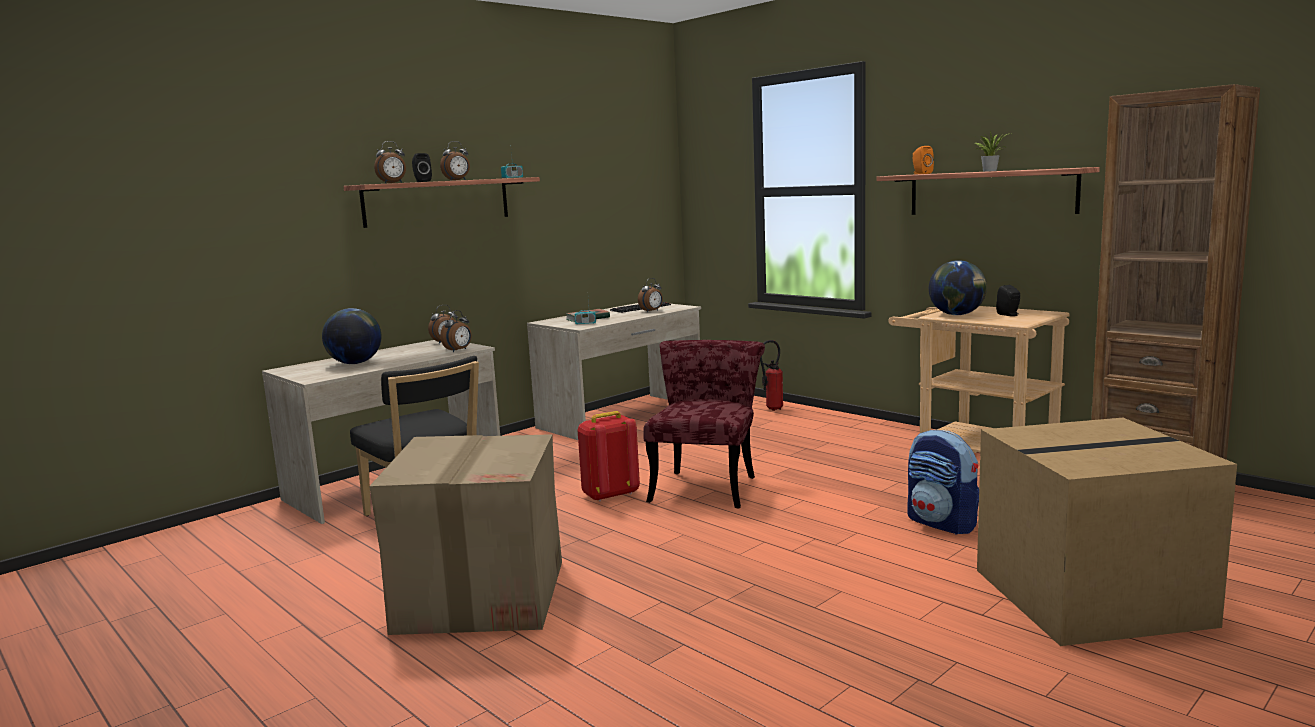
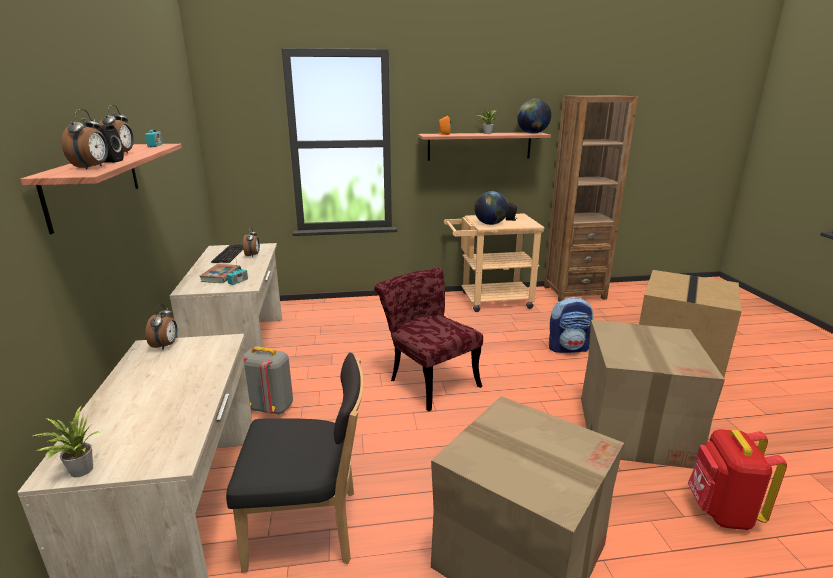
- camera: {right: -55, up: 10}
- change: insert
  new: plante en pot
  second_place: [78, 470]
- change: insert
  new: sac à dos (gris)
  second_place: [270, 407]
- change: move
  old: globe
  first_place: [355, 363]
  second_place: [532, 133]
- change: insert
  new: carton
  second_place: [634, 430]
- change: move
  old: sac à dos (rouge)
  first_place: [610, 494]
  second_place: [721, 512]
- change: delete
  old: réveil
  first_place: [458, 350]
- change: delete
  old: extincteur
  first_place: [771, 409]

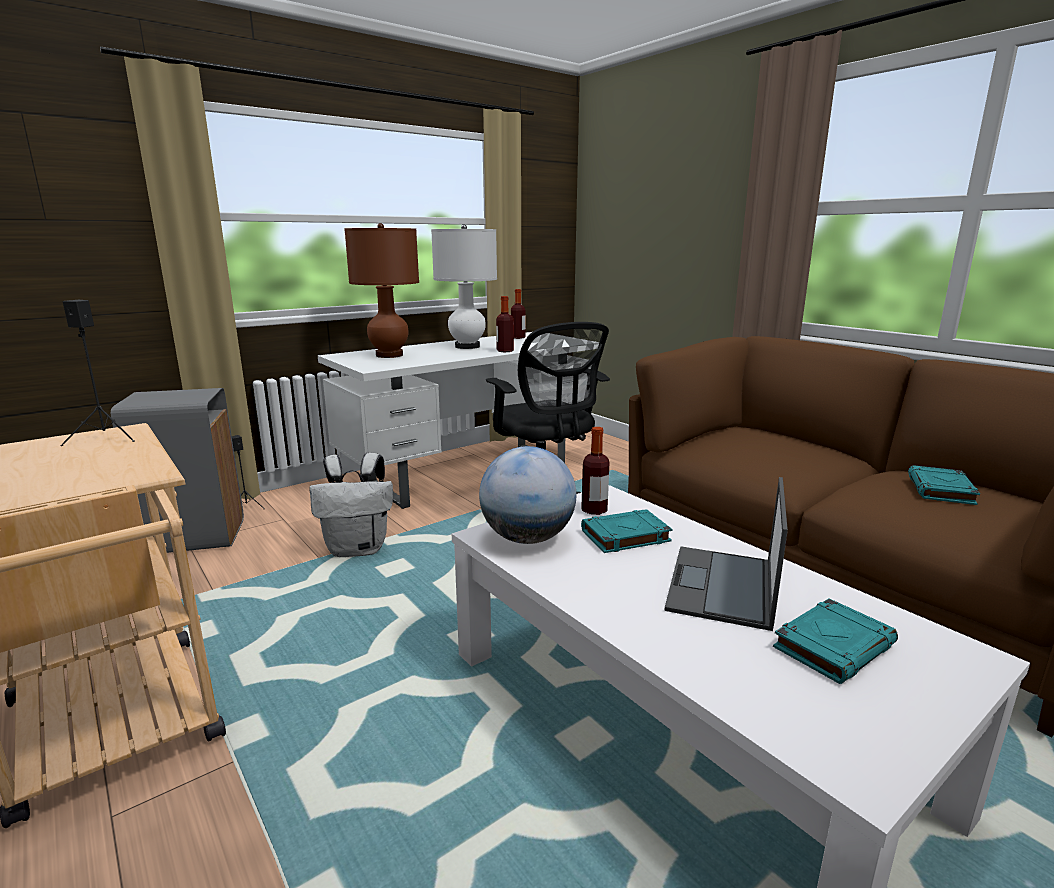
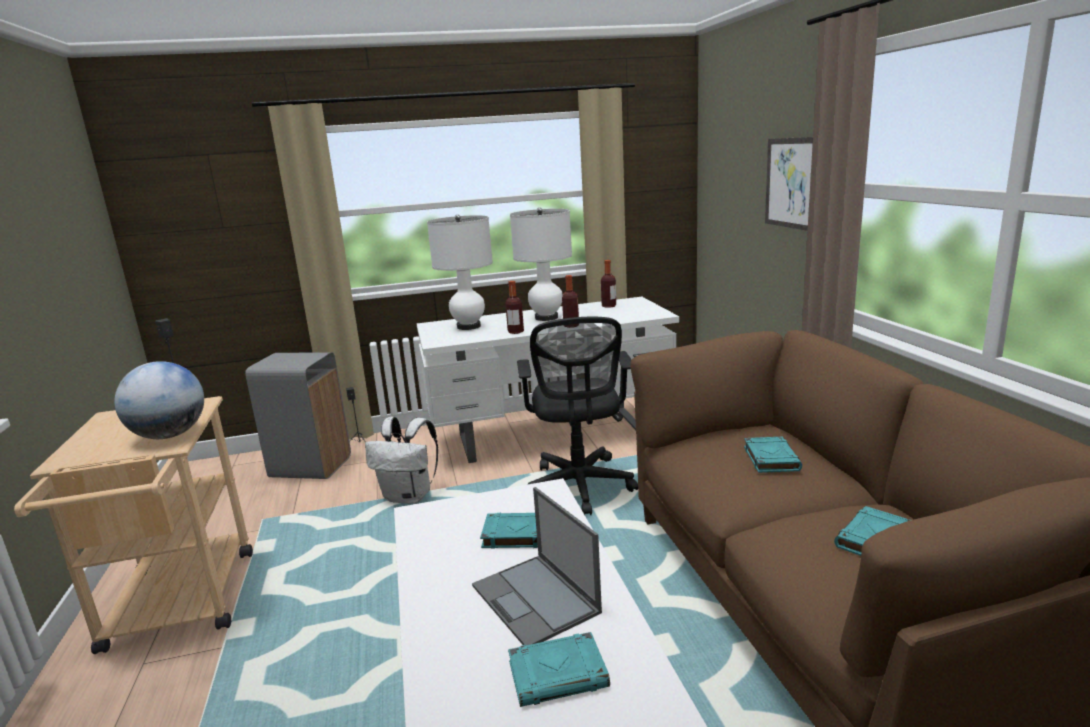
- camera: {right: 25, up: 0}
- change: move
  old: globe
  first_place: [527, 538]
  second_place: [169, 435]
- change: recolor
  old: lampe de table (marron)
  new: lampe de table (blanc)
  first_place: [389, 355]
  second_place: [469, 326]
- change: rotate
  old: ordinateur portable
  first_place: [722, 587]
  second_place: [536, 600]
  degrees: -75
- change: move
  old: bouteille
  first_place: [594, 510]
  second_place: [515, 332]
- change: insert
  new: livre (turquoise)
  second_place: [770, 458]
- change: insert
  new: tableau
  second_place: [792, 183]

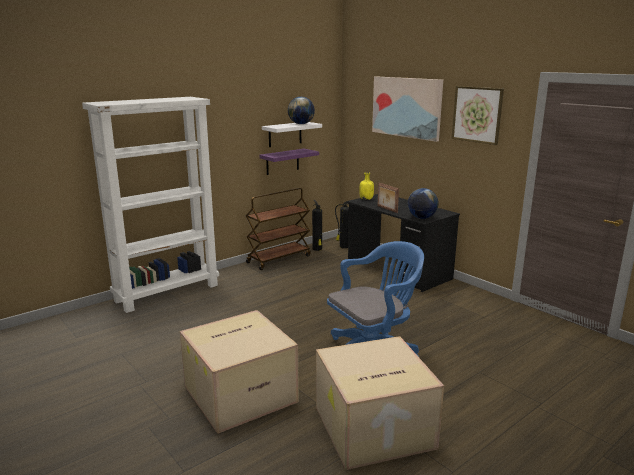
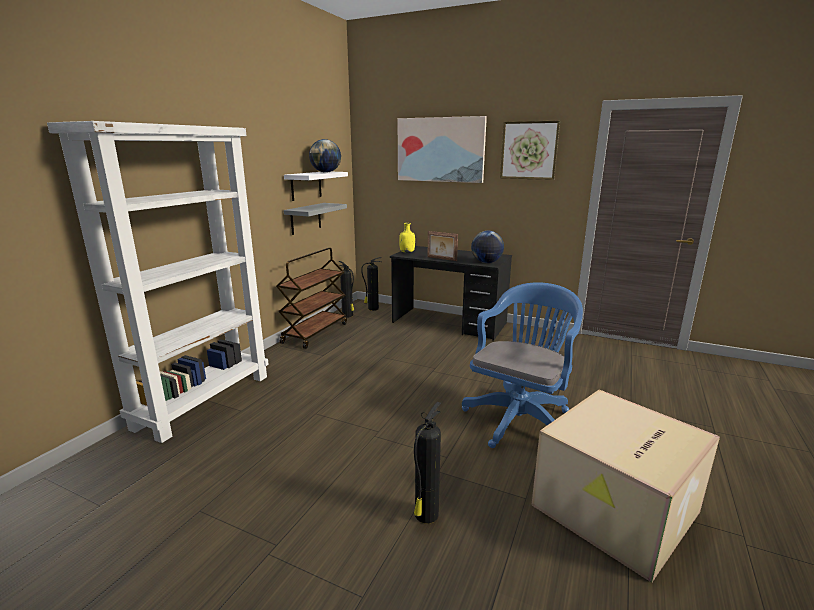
- camera: {right: -25, up: 0}
- change: recolor
  old: étagère (violet)
  new: étagère (gris)
  first_place: [282, 161]
  second_place: [305, 218]
- change: replace
  old: carton
  new: extincteur
  first_place: [241, 393]
  second_place: [425, 516]

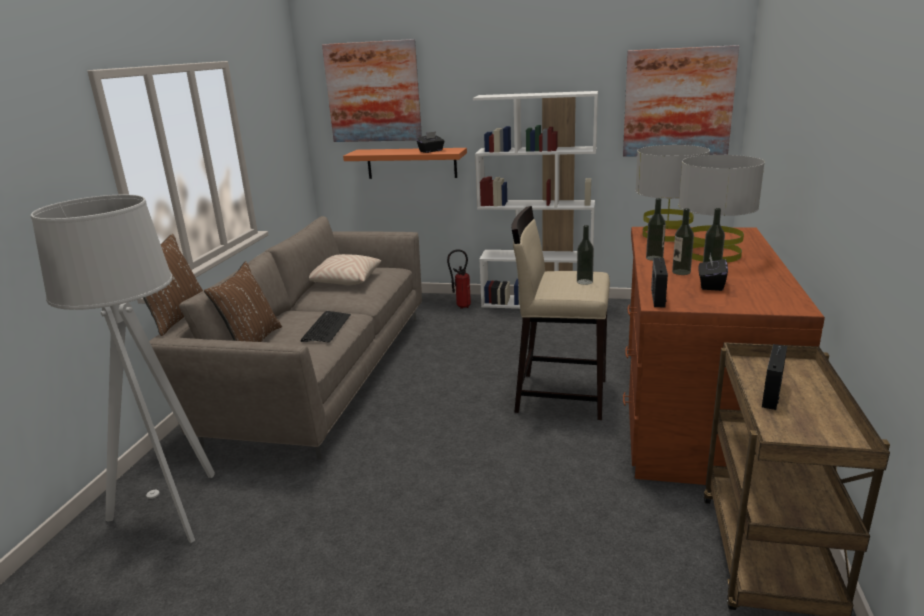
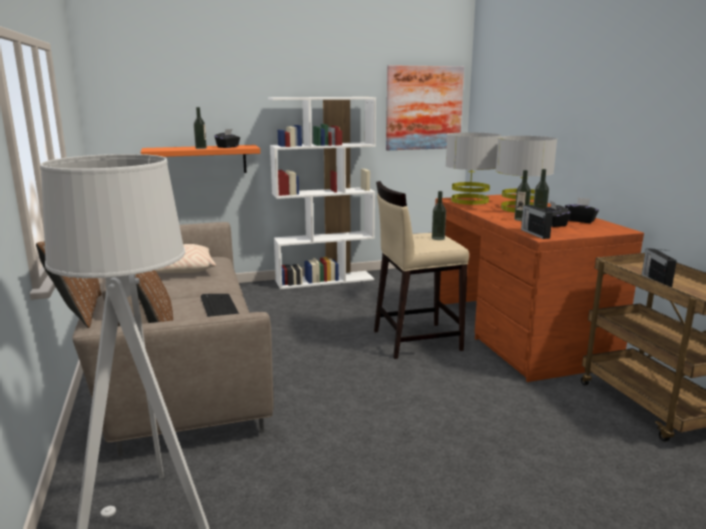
- camera: {right: -30, up: -5}
- change: move
  old: bouteille
  first_place: [654, 258]
  second_place: [201, 148]
- change: insert
  new: boîte à mouchoirs (noir)
  second_place: [580, 220]
- change: delete
  old: tableau
  first_place: [373, 92]
- change: delete
  old: extincteur
  first_place: [461, 306]

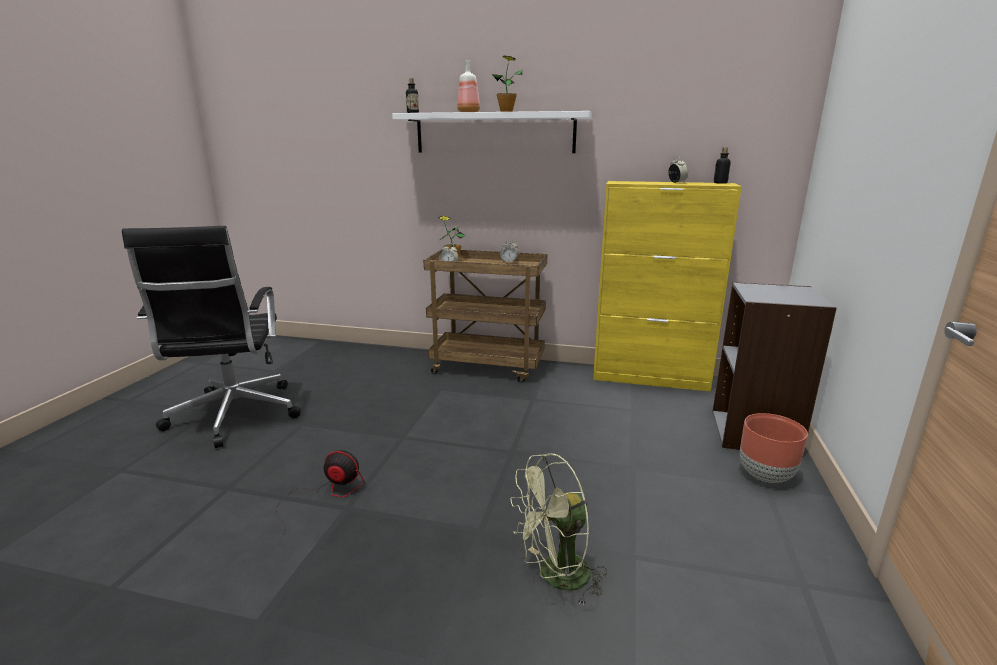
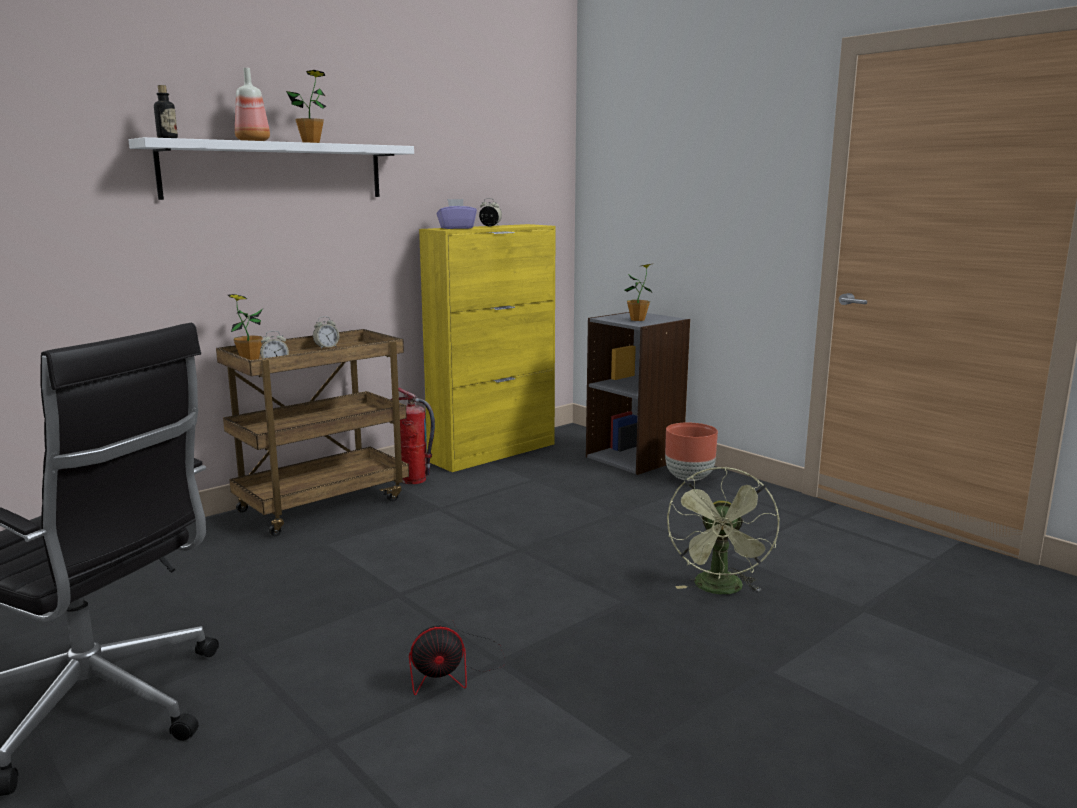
- camera: {right: -55, up: -5}
- change: insert
  new: extincteur
  second_place: [414, 480]
- change: rotate
  old: ventilateur
  first_place: [325, 495]
  second_place: [454, 670]
  degrees: -150
- change: insert
  new: boîte à mouchoirs (violet)
  second_place: [456, 228]
- change: insert
  new: plante en pot
  second_place: [637, 319]
- change: delete
  old: bouteille
  first_place: [720, 183]

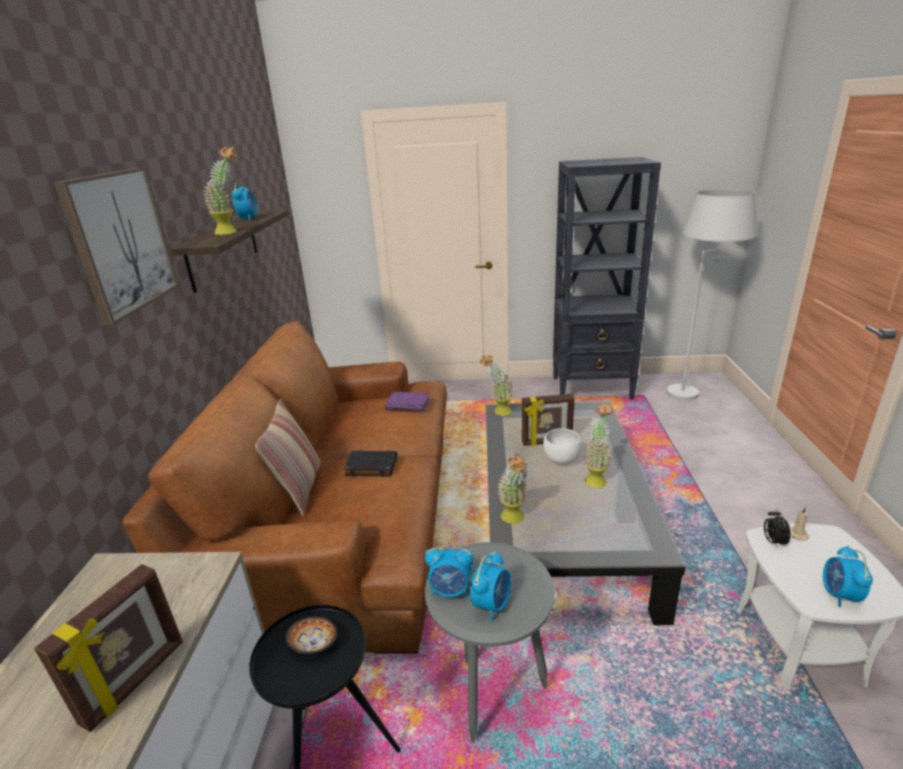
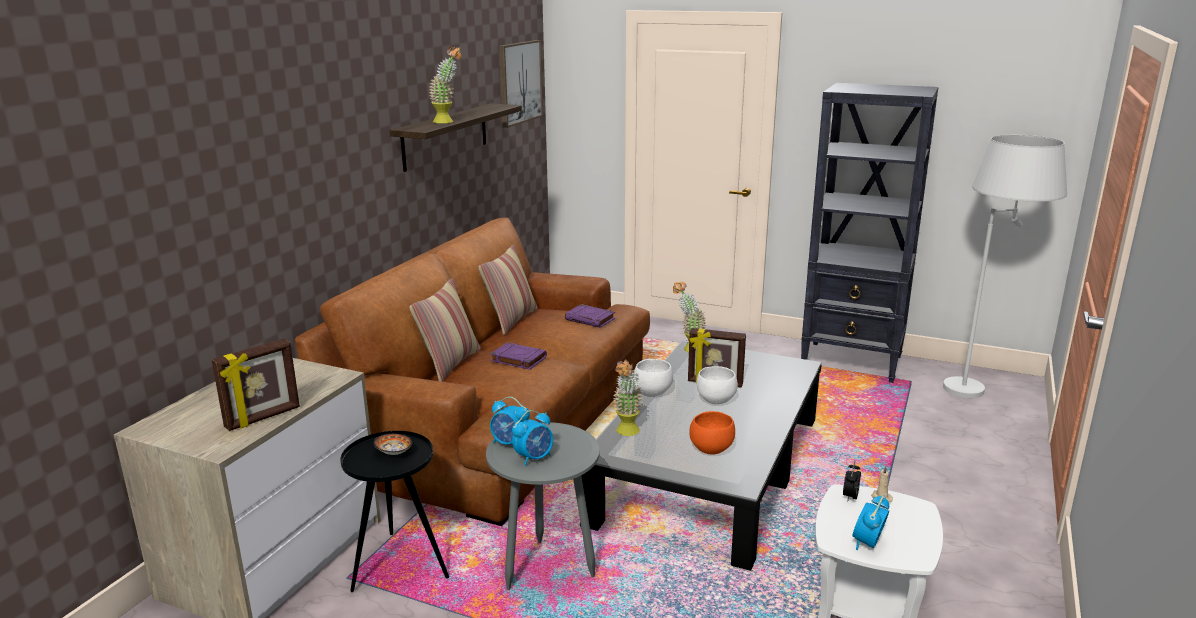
- camera: {right: 20, up: -5}
- change: insert
  new: coussin
  second_place: [511, 320]
- change: recolor
  old: livre (noir)
  new: livre (violet)
  first_place: [370, 466]
  second_place: [518, 359]
- change: move
  old: tableau
  first_place: [121, 242]
  second_place: [519, 82]
- change: insert
  new: bol (blanc)
  second_place: [651, 392]
- change: insert
  new: bol (orange)
  second_place: [710, 449]
- change: delete
  old: réveil
  first_place: [248, 219]
- change: delete
  old: plante en pot
  first_place: [596, 478]

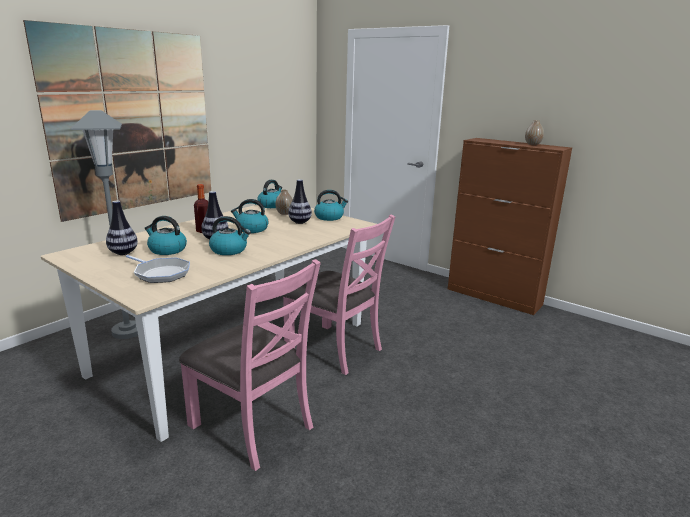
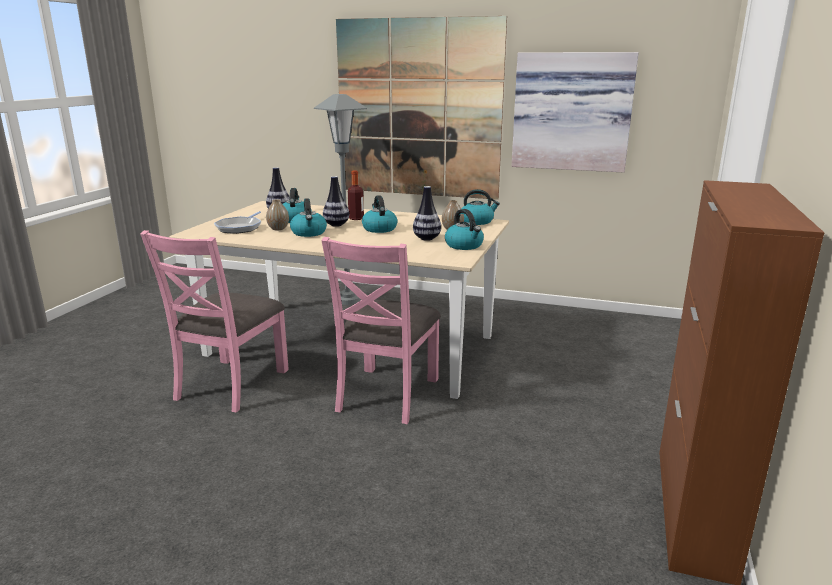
- camera: {right: 70, up: 0}
- change: move
  old: vase
  first_place: [532, 144]
  second_place: [278, 229]
- change: insert
  new: tableau
  second_place: [572, 112]

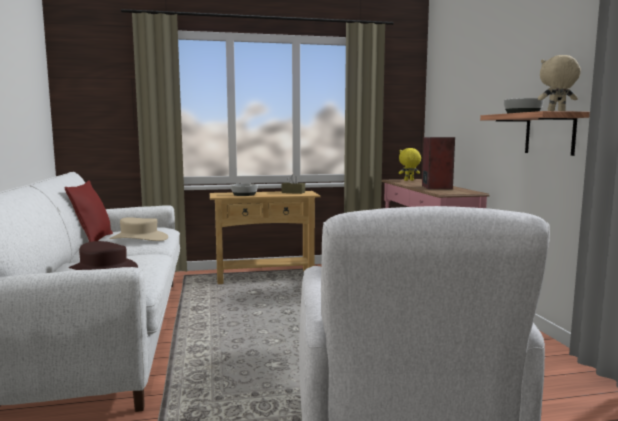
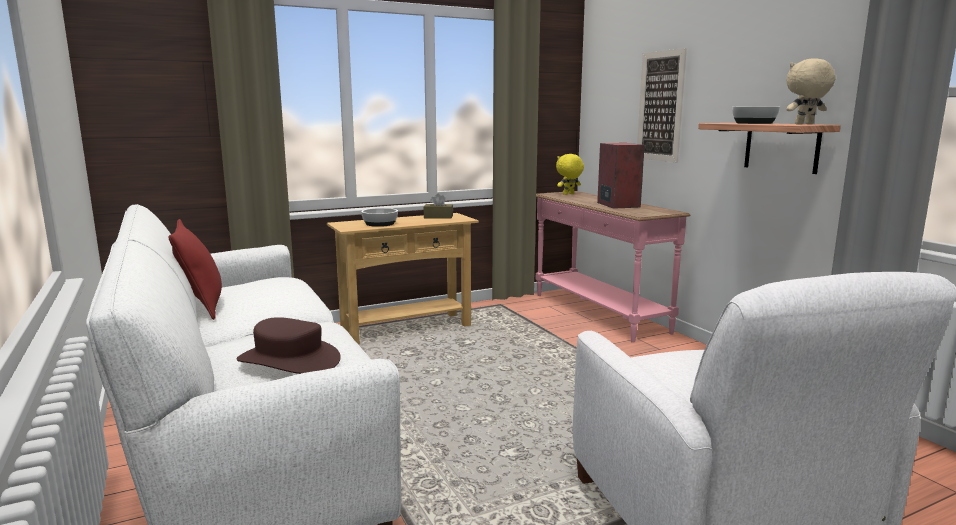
- camera: {right: -15, up: 5}
- change: insert
  new: tableau
  second_place: [660, 106]
- change: delete
  old: chapeau (beige)
  first_place: [139, 238]

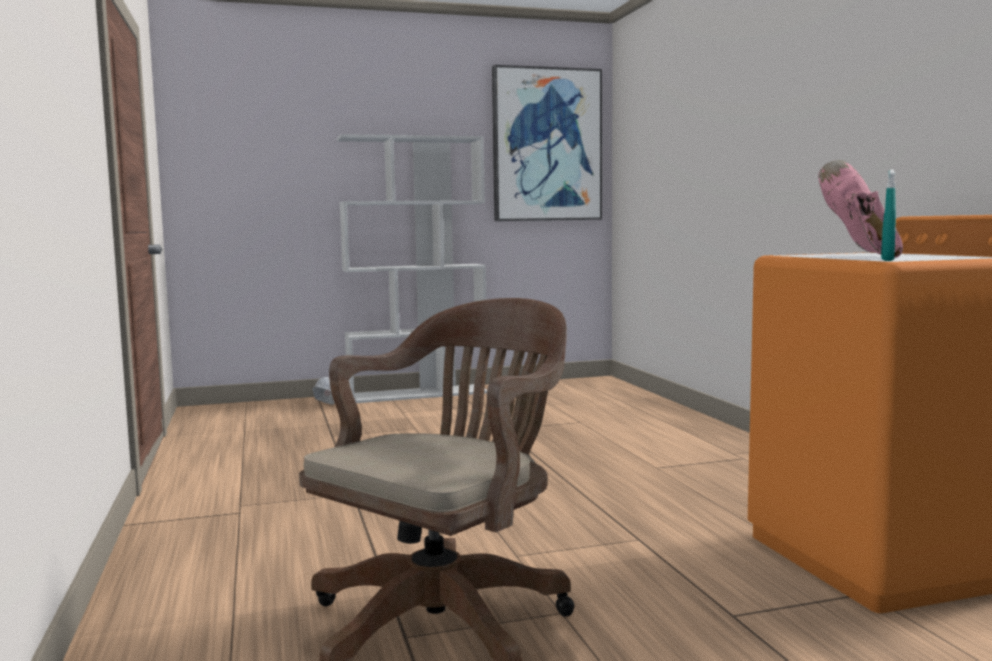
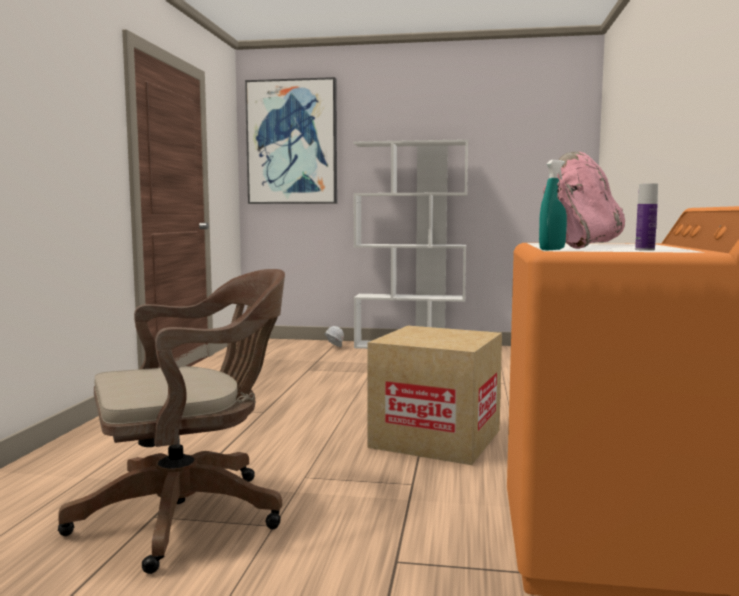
- camera: {right: 25, up: 0}
- change: move
  old: tableau
  first_place: [546, 145]
  second_place: [292, 142]
- change: insert
  new: carton
  second_place: [436, 438]
- change: insert
  new: bouteille
  second_place: [644, 250]

